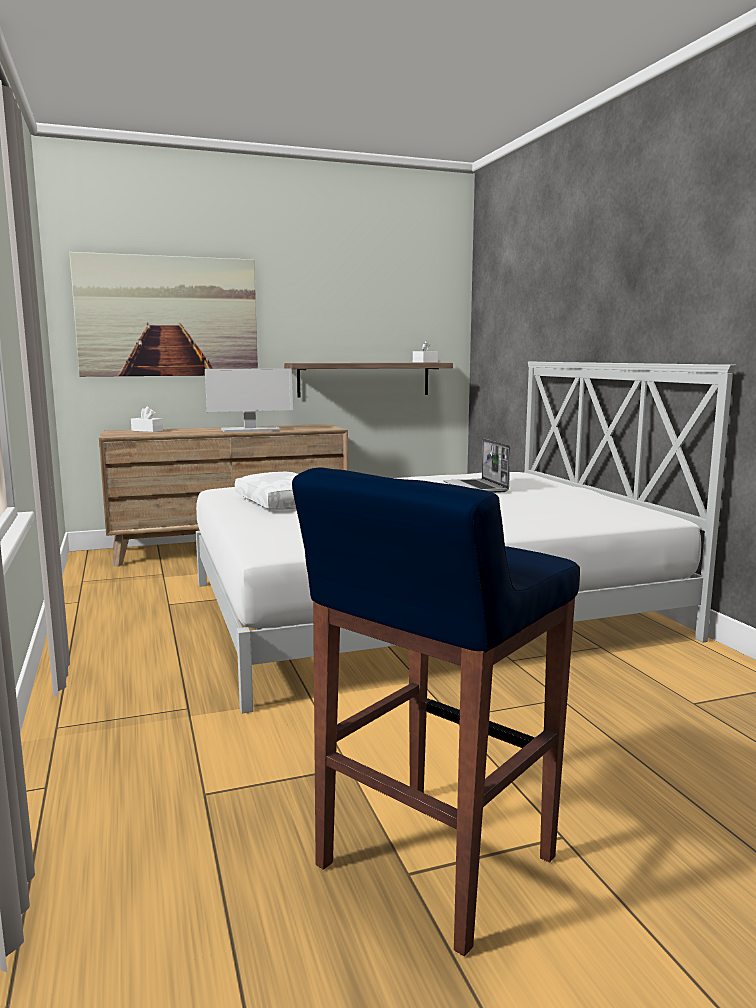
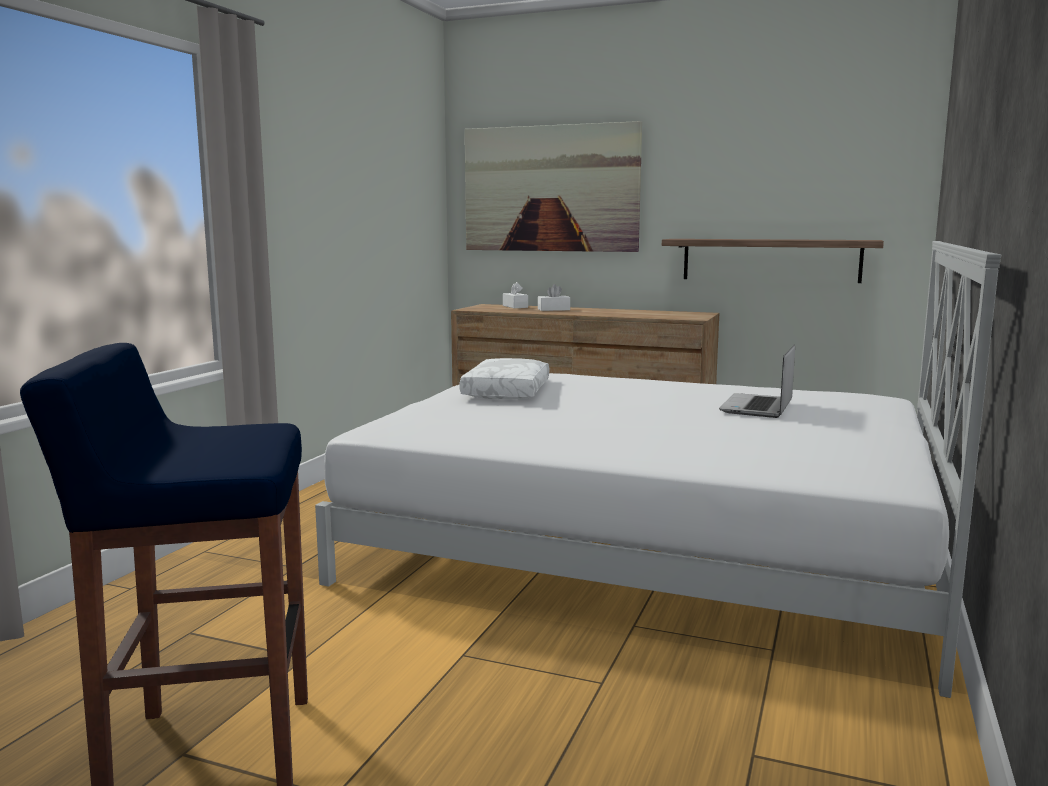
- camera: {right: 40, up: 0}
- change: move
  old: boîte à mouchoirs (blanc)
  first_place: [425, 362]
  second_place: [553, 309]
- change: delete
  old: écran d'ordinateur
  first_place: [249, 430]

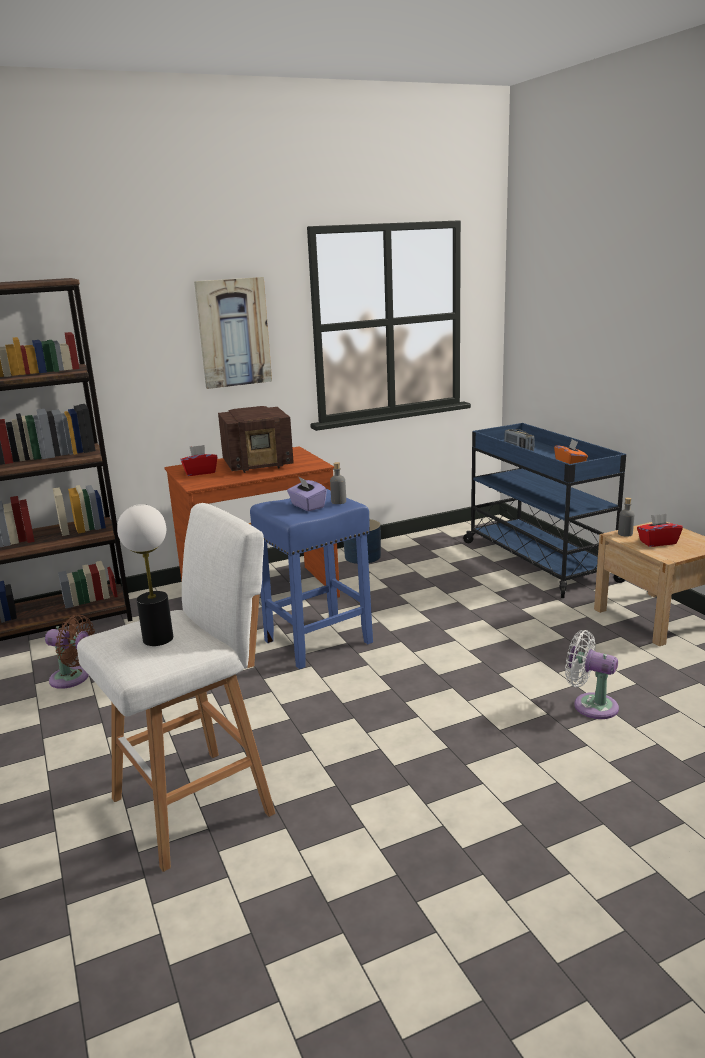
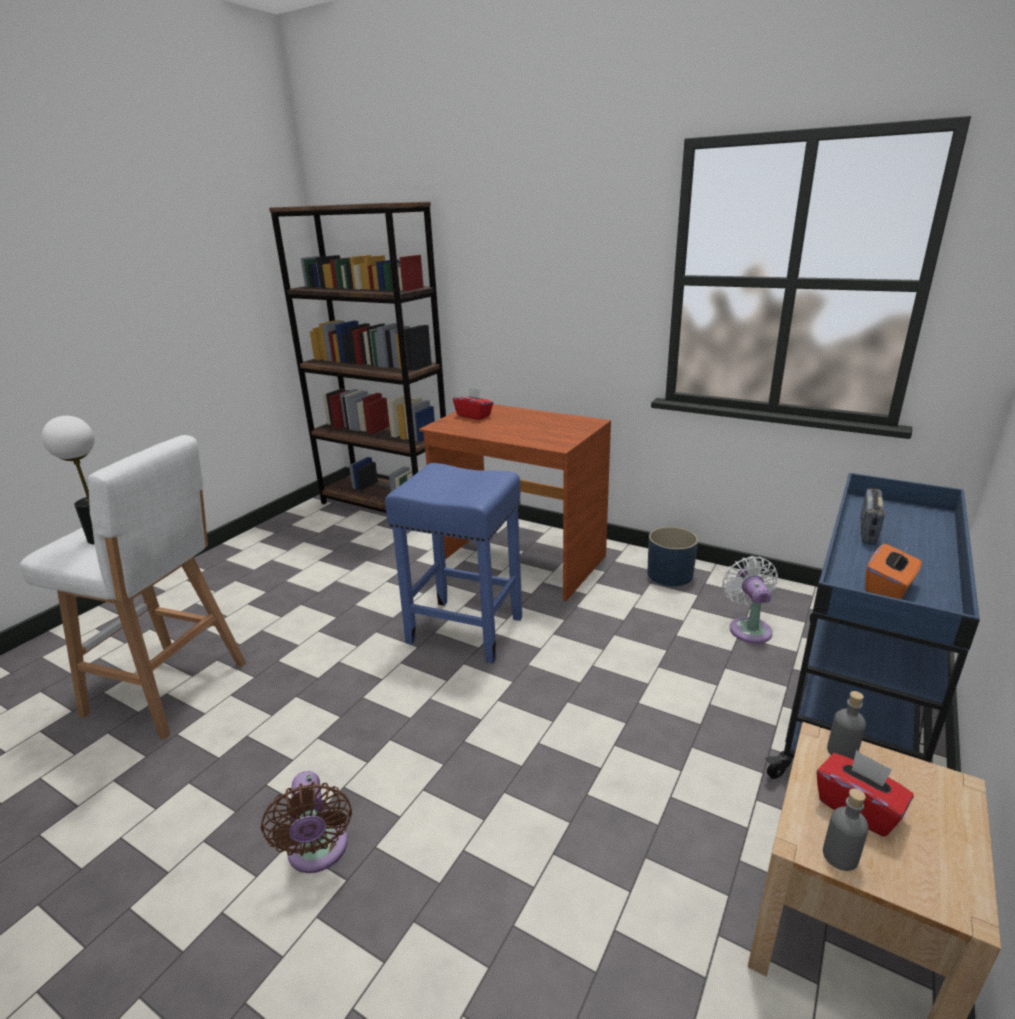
- camera: {right: 55, up: 5}
- change: move
  old: ventilateur (marron)
  first_place: [73, 679]
  second_place: [318, 852]
- change: move
  old: ventilateur (blanc)
  first_place: [590, 705]
  second_place: [748, 627]
- change: move
  old: bouteille (gris)
  first_place: [338, 502]
  second_place: [840, 856]
- change: delete
  old: tableau
  first_place: [233, 332]
- change: delete
  old: radio
  first_place: [259, 464]
- change: delete
  old: boîte à mouchoirs (violet)
  first_place: [307, 506]

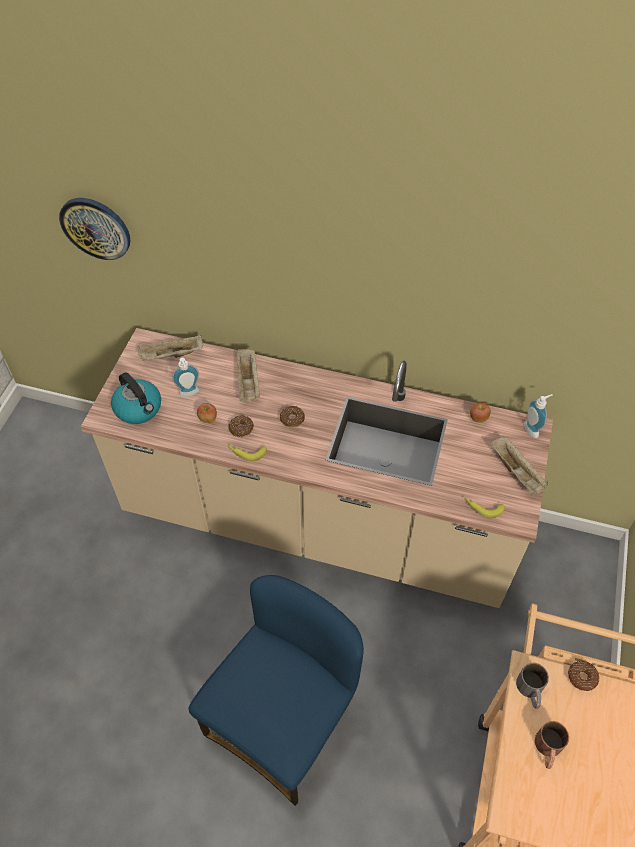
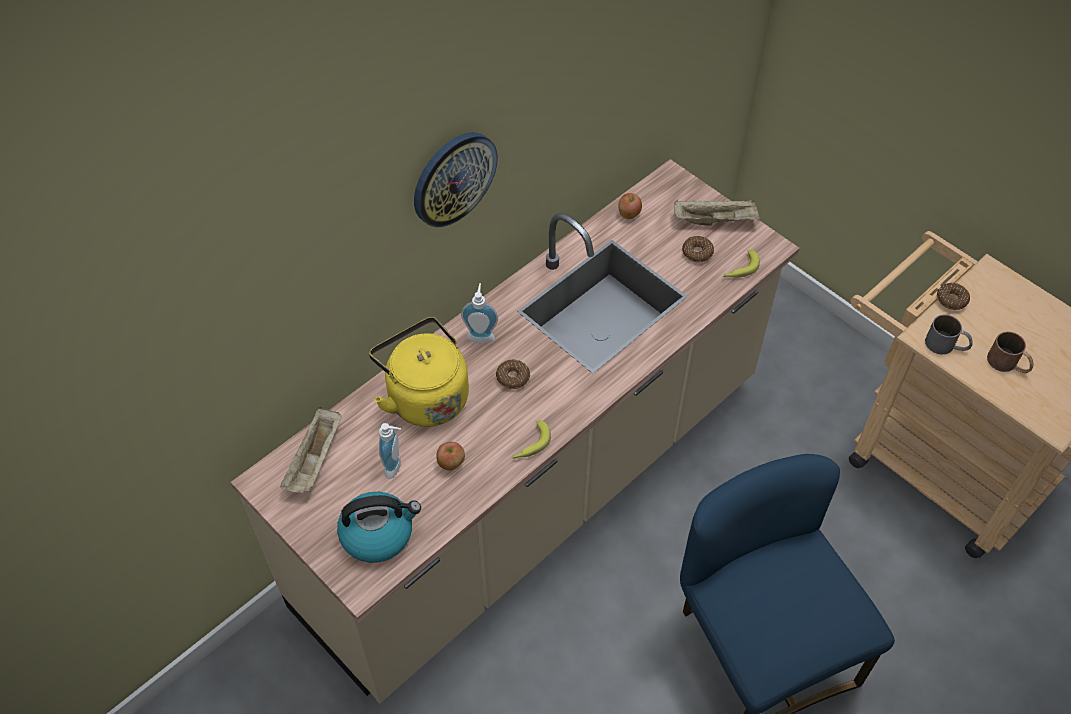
- camera: {right: -60, up: 0}
- change: replace
  old: plateau (beige)
  new: bouilloire (jaune)
  first_place: [248, 382]
  second_place: [425, 396]
- change: move
  old: horloge murale
  first_place: [96, 228]
  second_place: [453, 178]
- change: move
  old: distributeur de savon
  first_place: [533, 429]
  second_place: [481, 335]
- change: move
  old: beignet
  first_place: [241, 428]
  second_place: [697, 252]

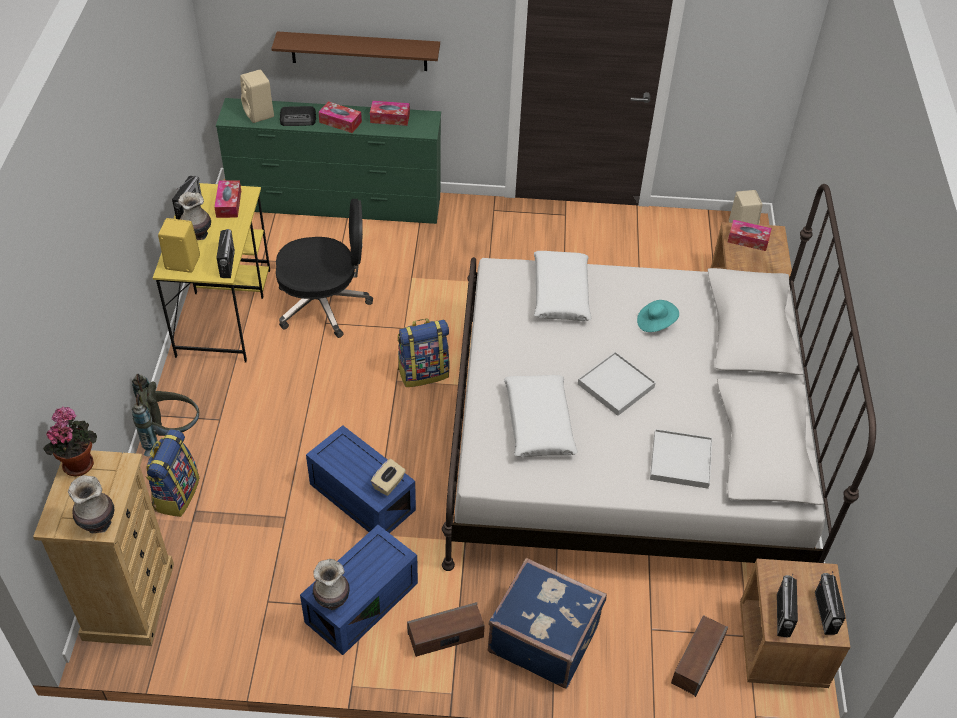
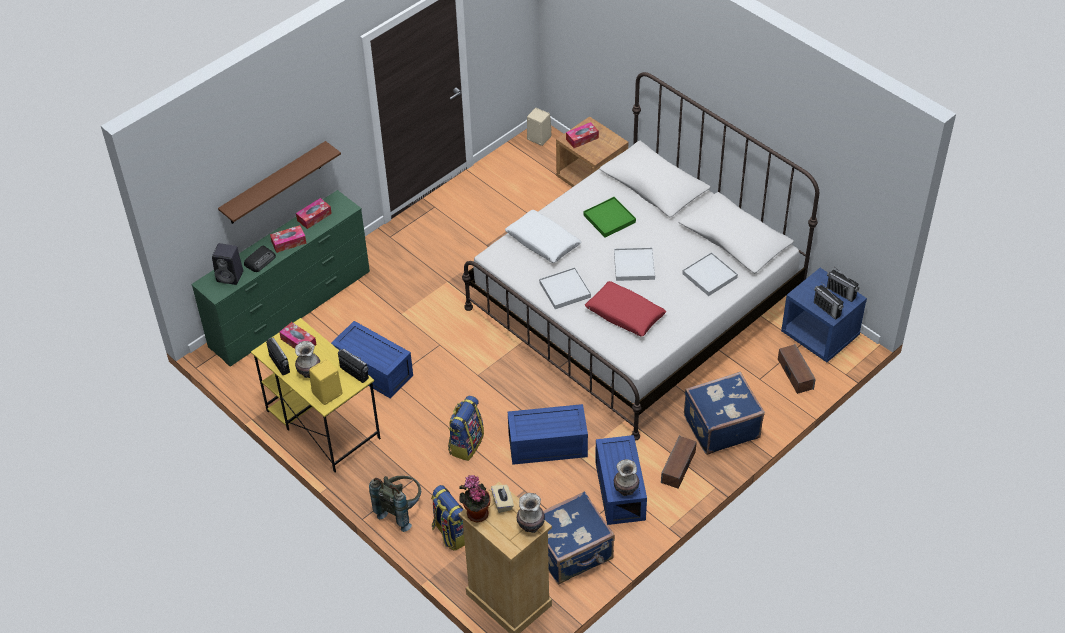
- camera: {right: -45, up: 0}
- change: recolor
  old: enceinte (beige)
  new: enceinte (noir)
  first_place: [259, 114]
  second_place: [231, 276]
- change: replace
  old: chaise de bureau (noir)
  new: boîte de rangement (bleu)
  first_place: [324, 304]
  second_place: [375, 370]
- change: move
  old: sac à dos
  first_place: [423, 372]
  second_place: [466, 443]
- change: move
  old: boîte à mouchoirs (beige)
  first_place: [389, 484]
  second_place: [502, 503]
- change: insert
  new: plateau (blanc)
  second_place: [565, 290]
- change: insert
  new: valise (bleu)
  second_place: [572, 552]
- change: replace
  old: chapeau (turquoise)
  new: plateau (vert)
  first_place: [655, 323]
  second_place: [609, 219]
- change: recolor
  old: coussin (blanc)
  new: coussin (rouge)
  first_place: [538, 423]
  second_place: [624, 314]
- change: recolor
  old: table de chevet (marron)
  new: table de chevet (bleu)
  first_place: [782, 647]
  second_place: [820, 335]

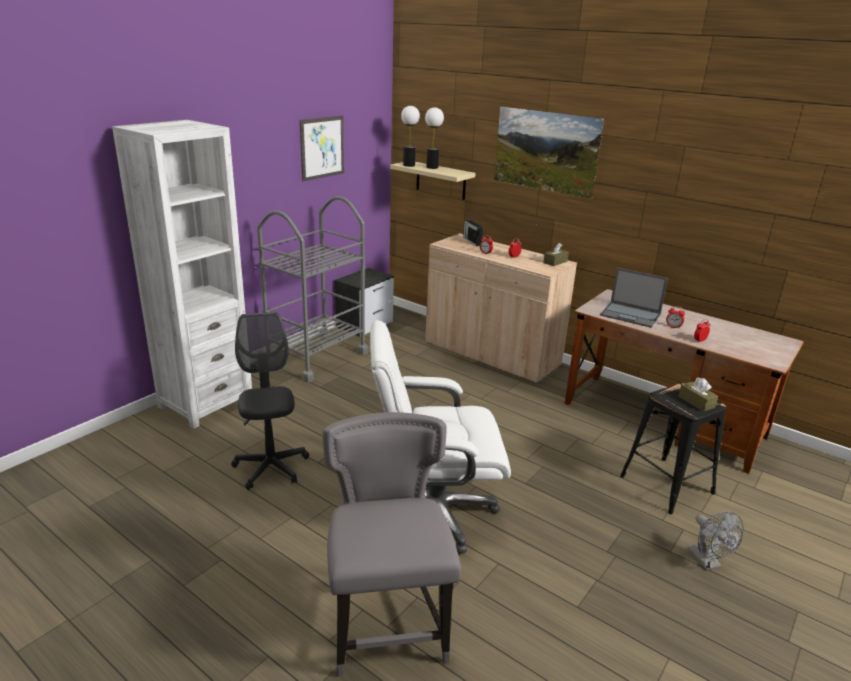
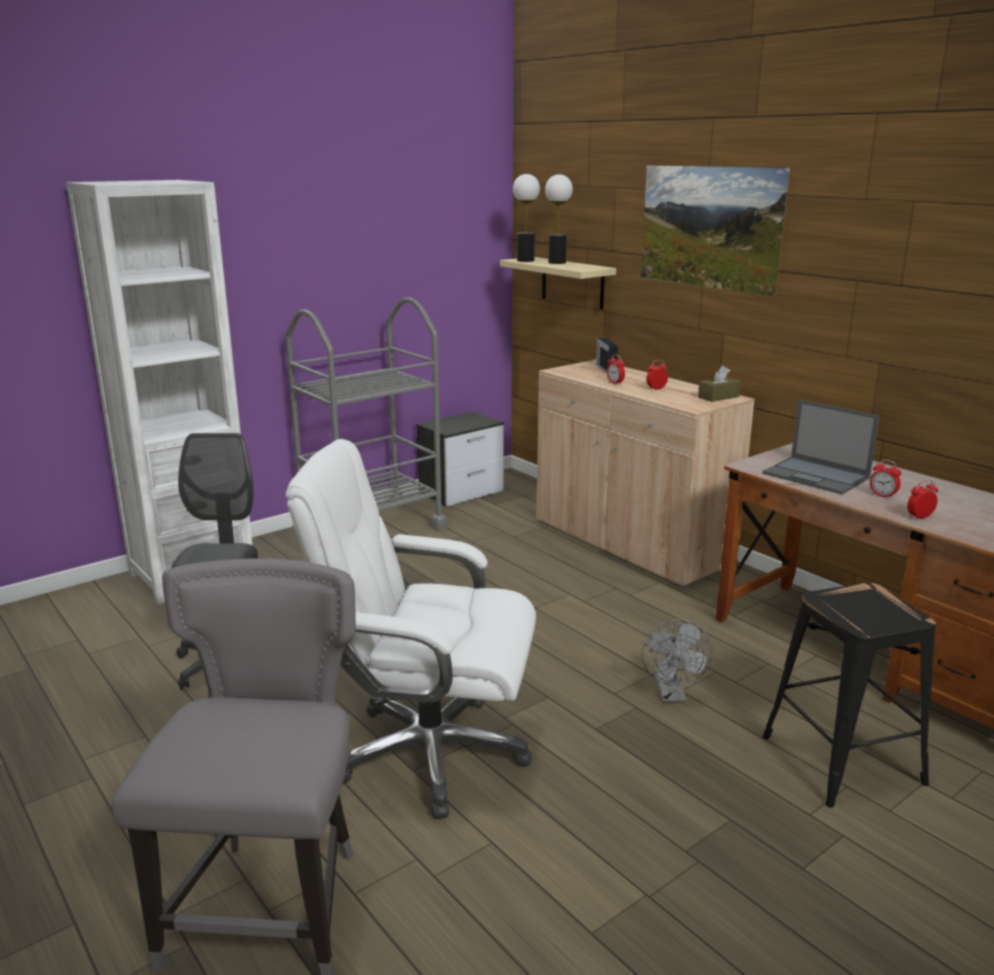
- camera: {right: 15, up: -5}
- change: move
  old: ventilateur (gris)
  first_place: [707, 562]
  second_place: [672, 695]
- change: delete
  old: tableau
  first_place: [322, 147]
- change: delete
  old: boîte à mouchoirs (marron)
  first_place: [696, 402]

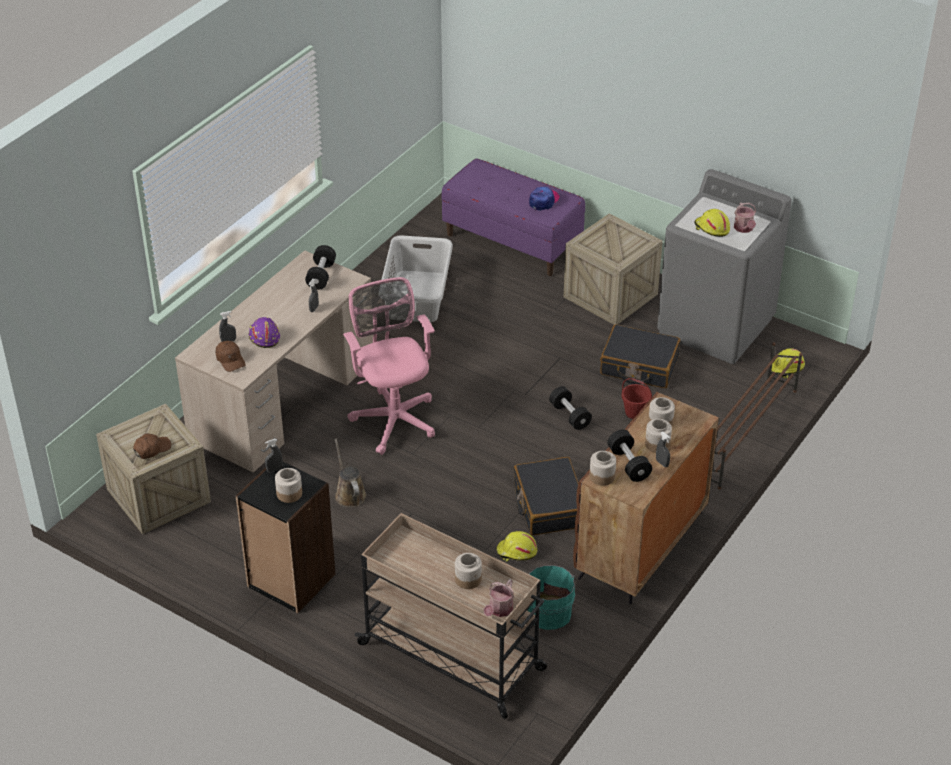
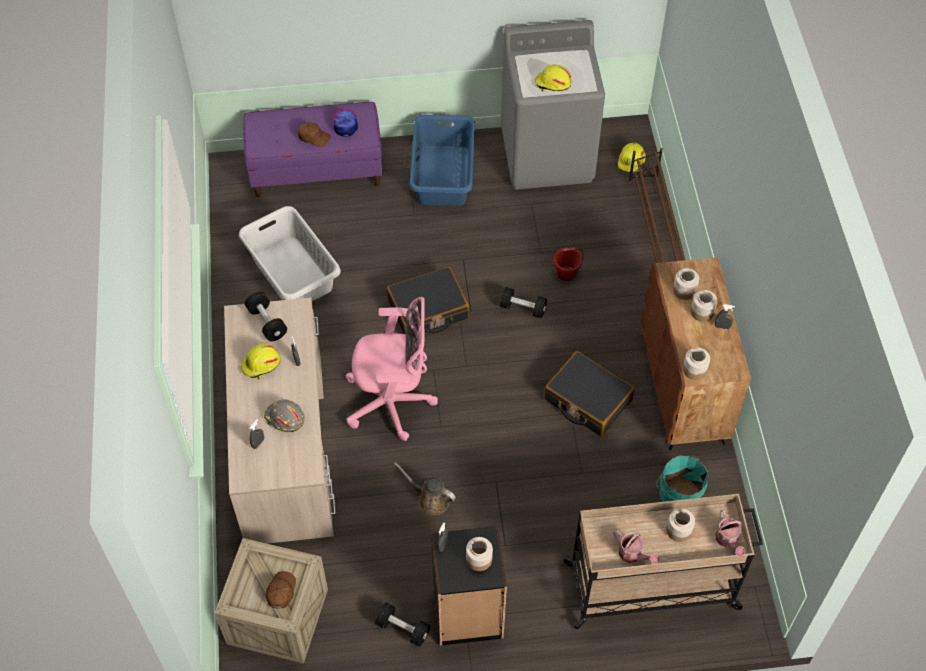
- camera: {right: -40, up: 15}
- change: move
  old: casque de chantier (jaune)
  first_place: [516, 552]
  second_place: [261, 364]
- change: recolor
  old: casque de chantier (violet)
  new: casque de chantier (gris)
  first_place: [263, 337]
  second_place: [284, 418]
- change: move
  old: casquette (marron)
  first_place: [230, 360]
  second_place: [313, 137]
- change: rotate
  old: chaise de bureau (rose)
  first_place: [394, 417]
  second_place: [392, 403]
  degrees: 150
- change: move
  old: haltère (noir)
  first_place: [628, 464]
  second_place: [403, 629]
- change: move
  old: valise (noir)
  first_place: [639, 366]
  second_place: [428, 310]
- change: replace
  old: caisse
  new: panier à linge (bleu)
  first_place: [610, 295]
  second_place: [443, 175]
- change: move
  old: arrosoir
  first_place: [744, 229]
  second_place: [633, 554]

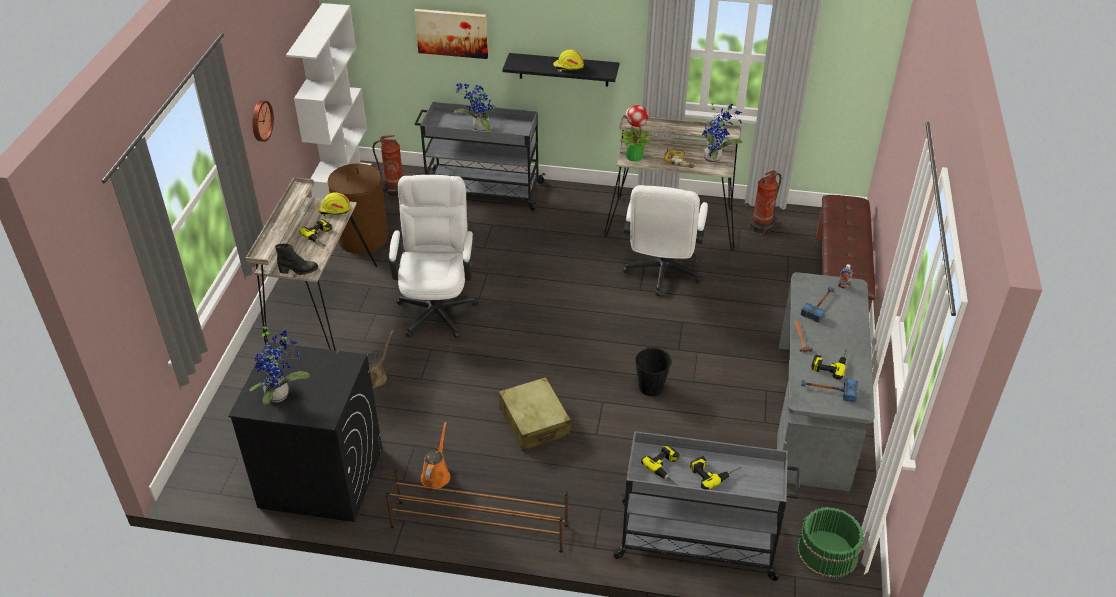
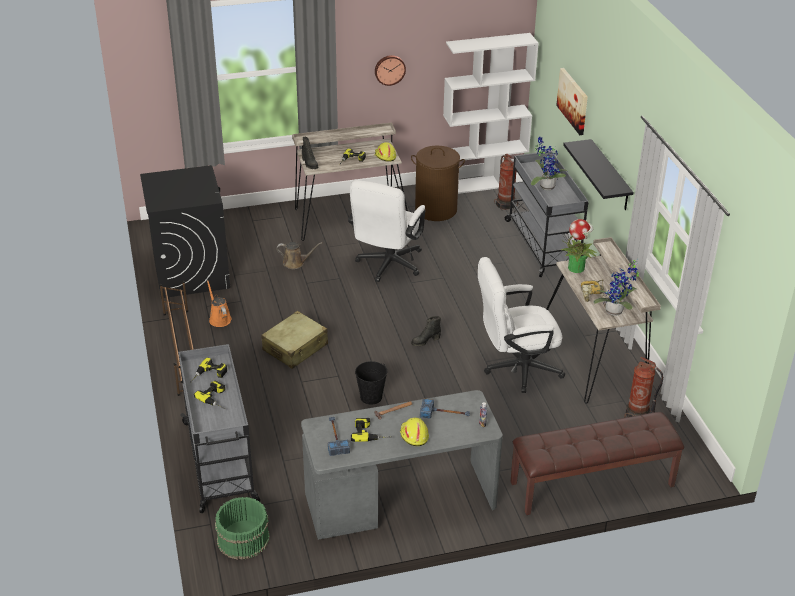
- camera: {right: 65, up: -5}
- change: rotate
  old: arrosoir (orange)
  first_place: [436, 475]
  second_place: [219, 318]
  degrees: -105
- change: rotate
  old: chaise de bureau (blanc)
  first_place: [437, 306]
  second_place: [387, 266]
  degrees: 135
- change: move
  old: casque de chantier (jaune)
  first_place: [568, 67]
  second_place: [413, 435]
- change: insert
  new: botte (noir)
  second_place: [425, 341]
- change: delete
  old: plante en pot
  first_place: [280, 394]

